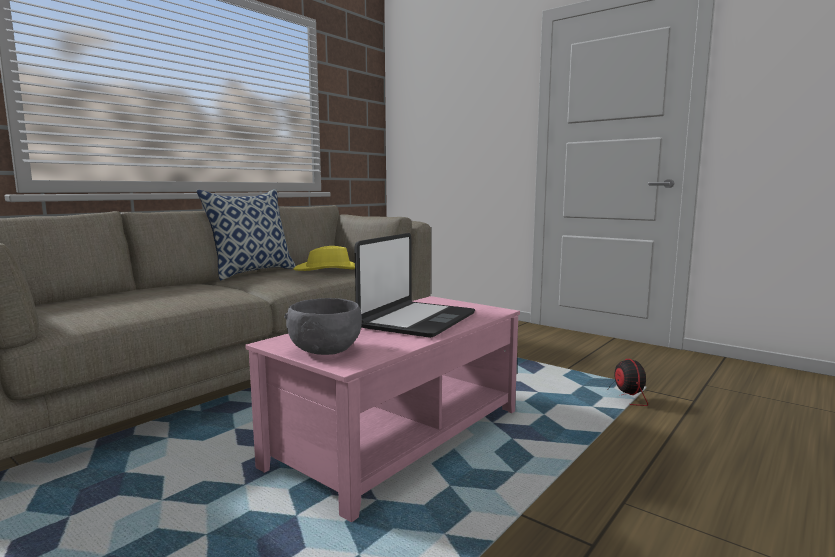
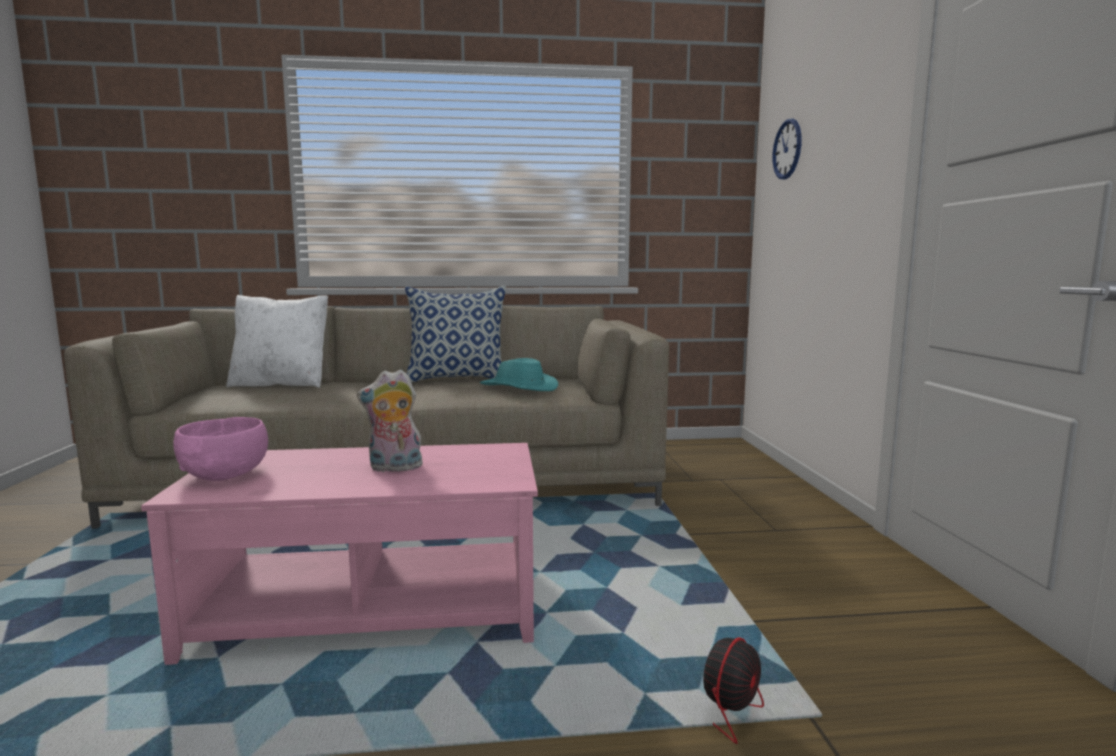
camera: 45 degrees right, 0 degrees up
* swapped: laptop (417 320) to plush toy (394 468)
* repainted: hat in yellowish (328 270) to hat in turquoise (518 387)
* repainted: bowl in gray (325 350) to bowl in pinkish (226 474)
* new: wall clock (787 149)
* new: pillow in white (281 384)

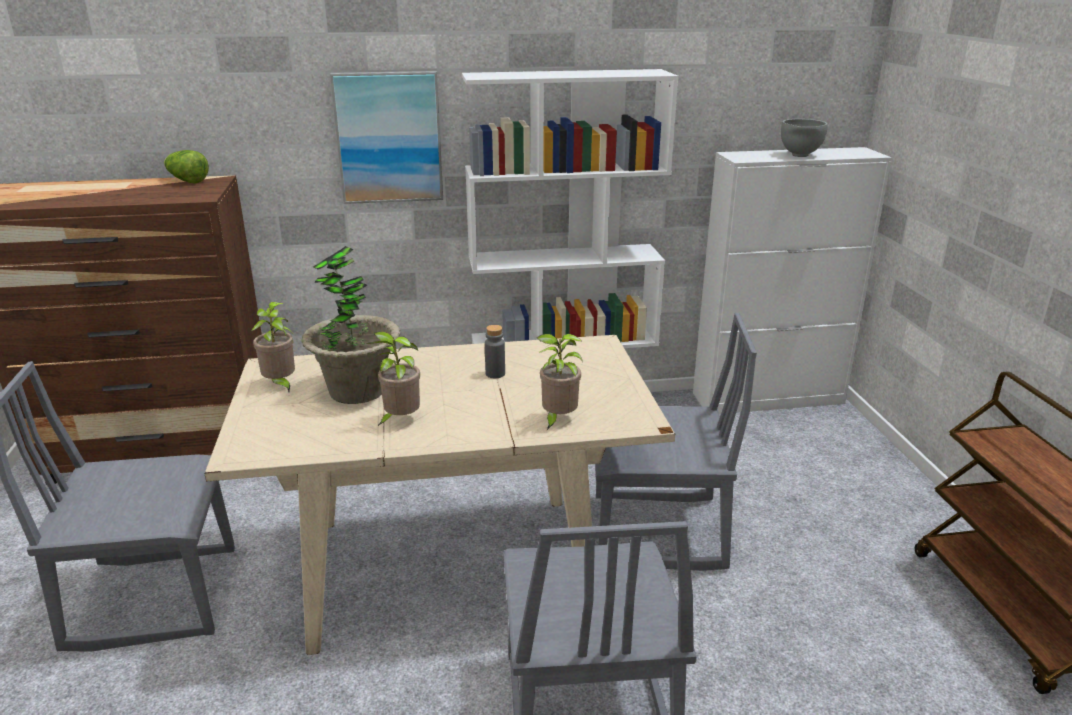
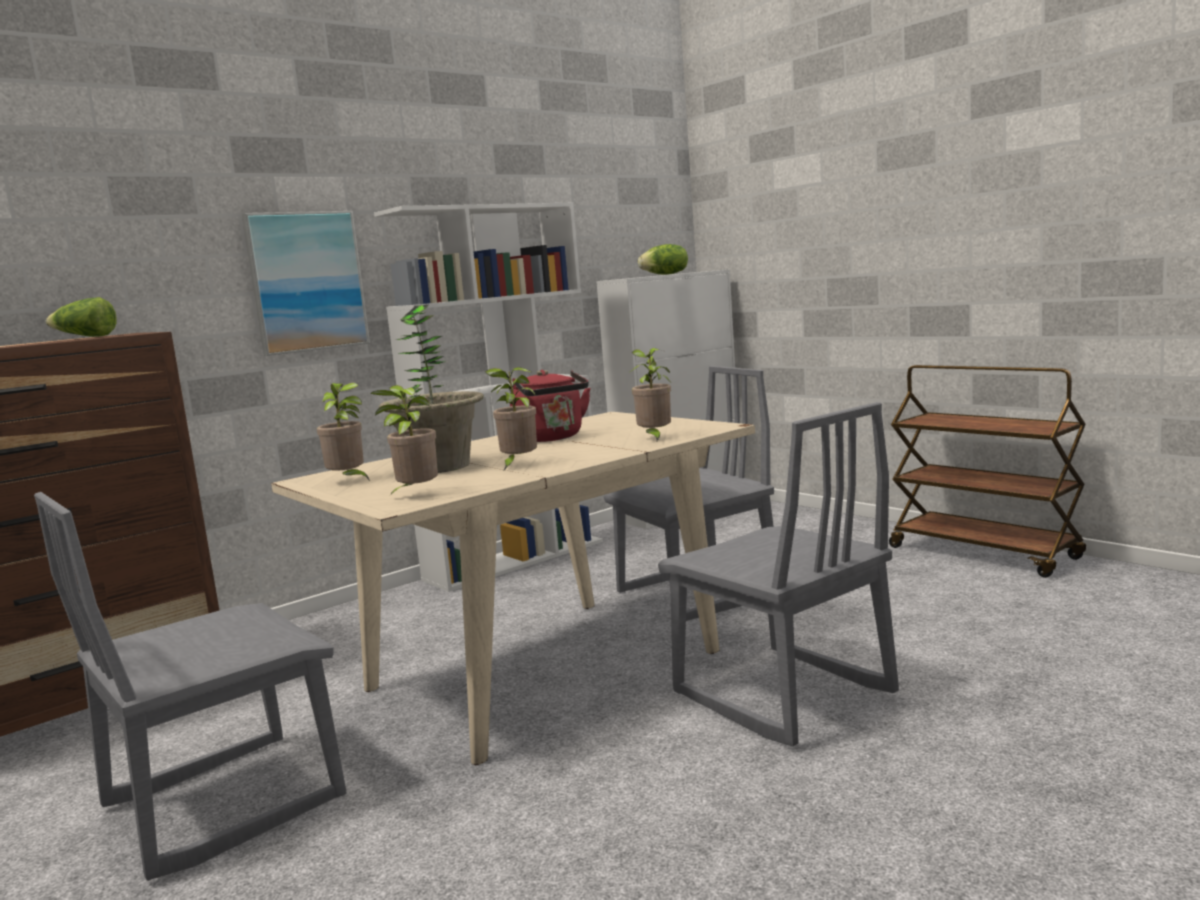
camera: 30 degrees left, 15 degrees down
* swapped: bowl in gray (800 156) to lettuce (665 274)
* swapped: beverage bottle in gray (495 374) to kettle in reddish (551 438)
* new: plant in a pot (415 495)

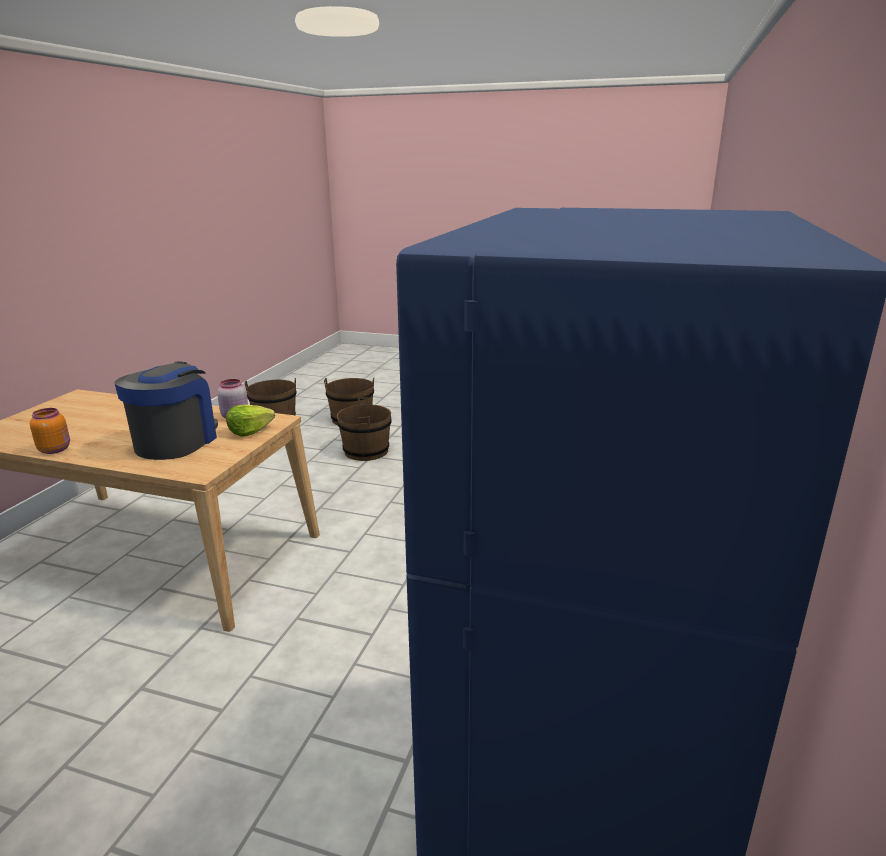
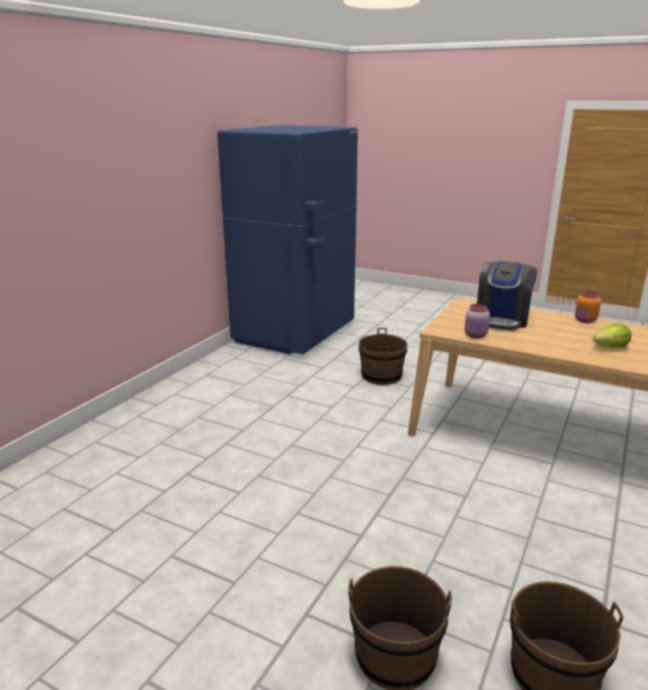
camera: 170 degrees left, 0 degrees up
* shifted: bucket in brown (366 451) to (381 376)
* shifted: lettuce (249 431) to (610 347)

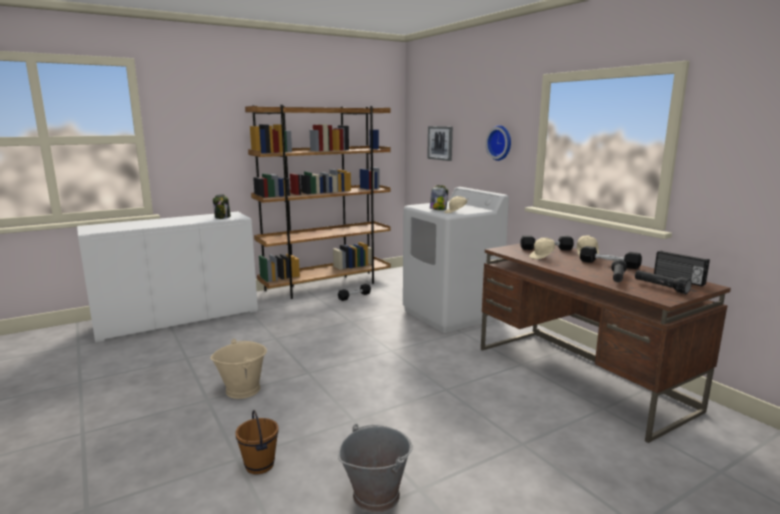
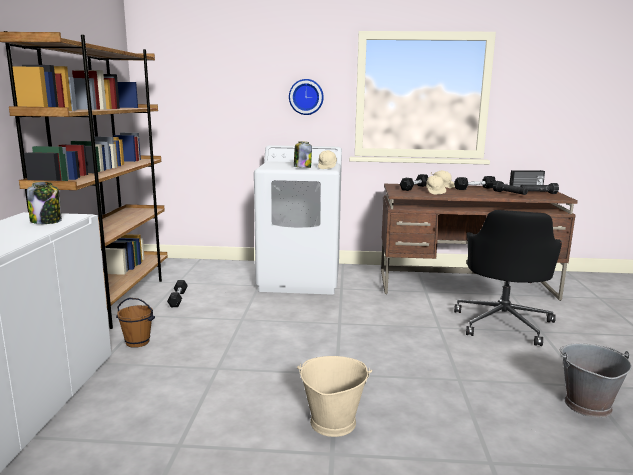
camera: 55 degrees left, 0 degrees up
* gone: wall art (440 143)
* shifted: bucket in brown (259 465) to (137 342)
* new: desk chair in black-coloured (503 323)

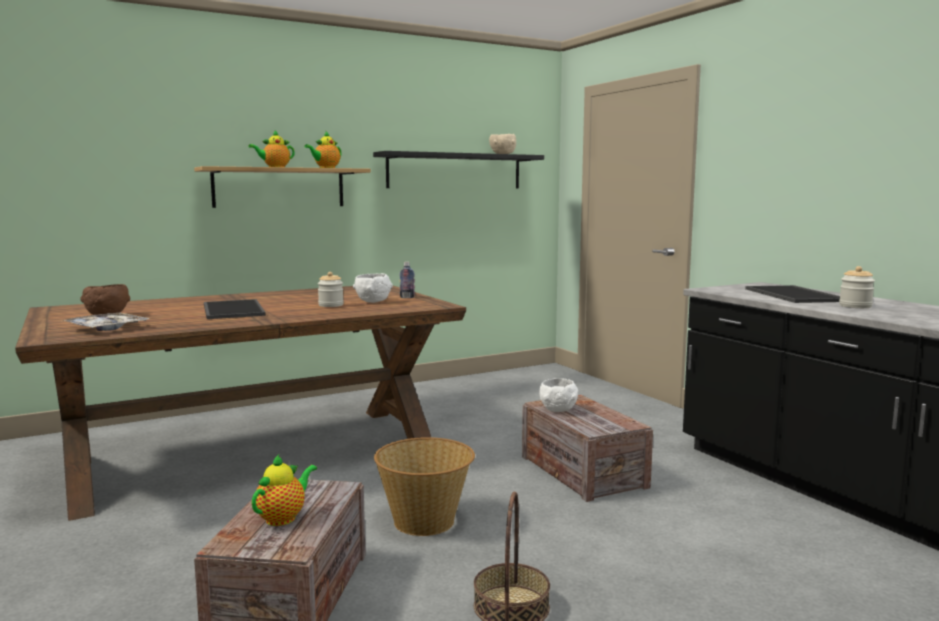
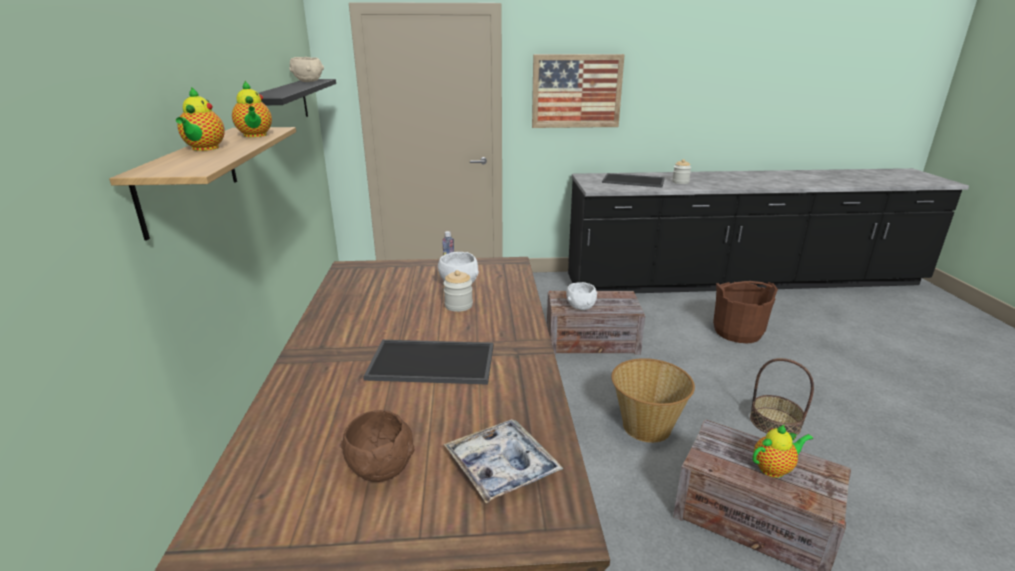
camera: 65 degrees left, 15 degrees up
* rotated: pot for tea (283 517) = (774 468) 105 degrees clockwise
* new: wall art (576 91)
* new: bucket in brown (737 332)

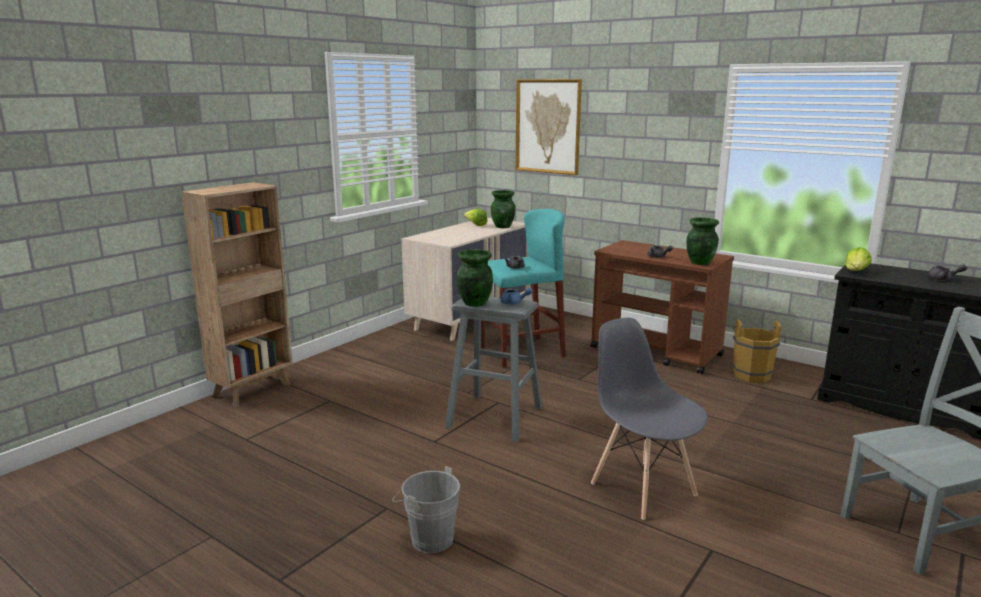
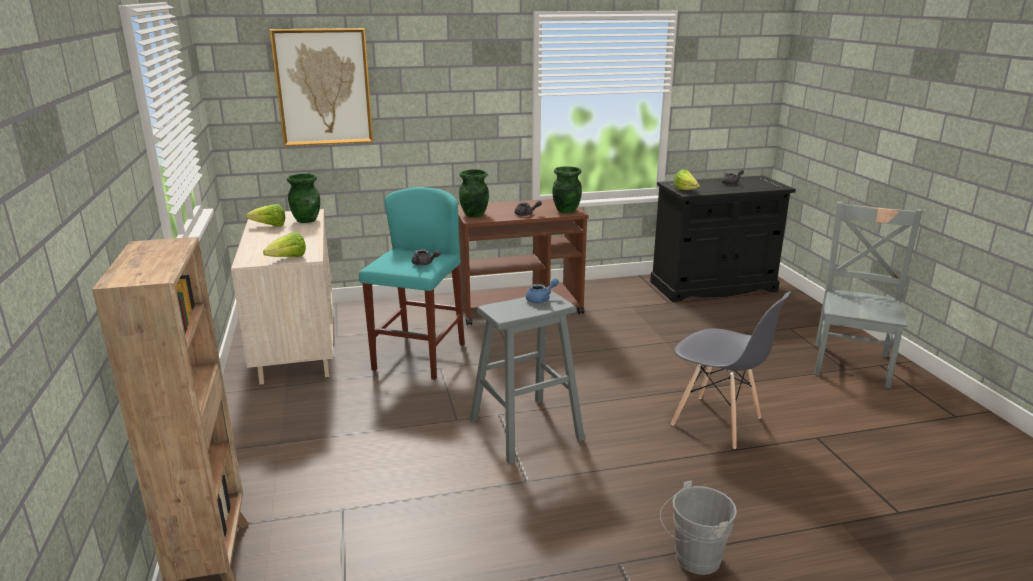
camera: 50 degrees left, 5 degrees up
* shifted: flower vase in greenish (474 303) to (474 215)
* rotated: chair in gray (643 488) = (717 422) 150 degrees counterclockwise
* gone: bucket in brown (751 374)
* new: lettuce (288 259)

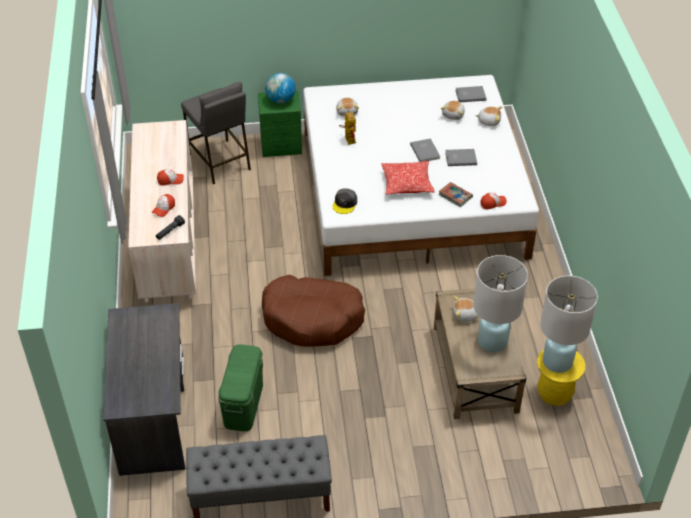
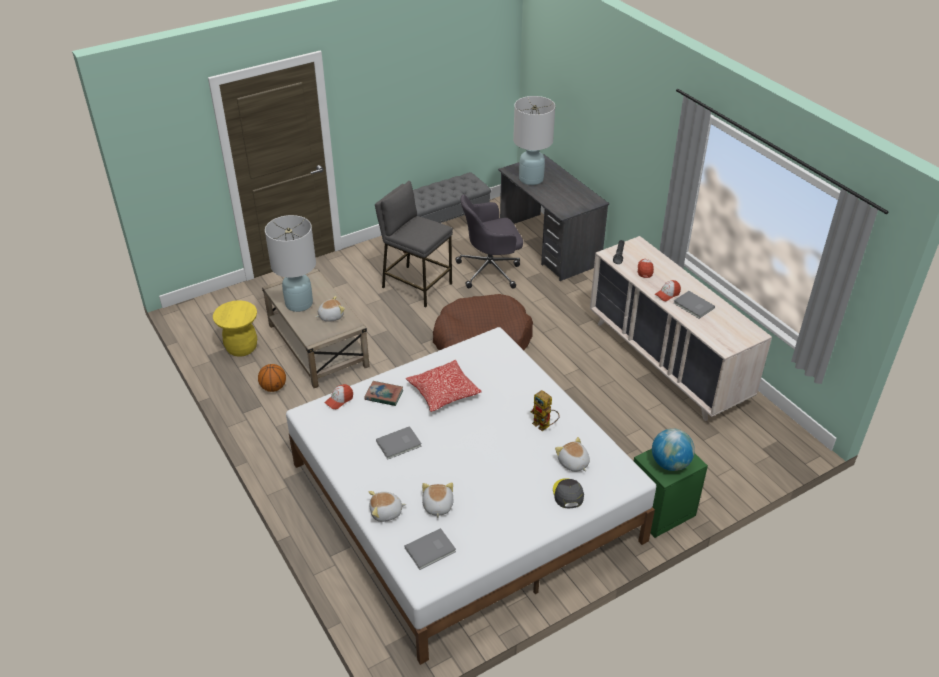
camera: 155 degrees right, 5 degrees down
* shifted: sitting stool in gray (219 162) to (416 285)
* shifted: book in gray (425 151) to (693 306)
* shifted: cap in gray (345 204) to (567 494)
* shifted: tabletop lamp in white (557 361) to (531 179)
* swapped: storage container in greenish (243 404) to desk chair in gray (490 270)
* new: basketball ball (273 388)

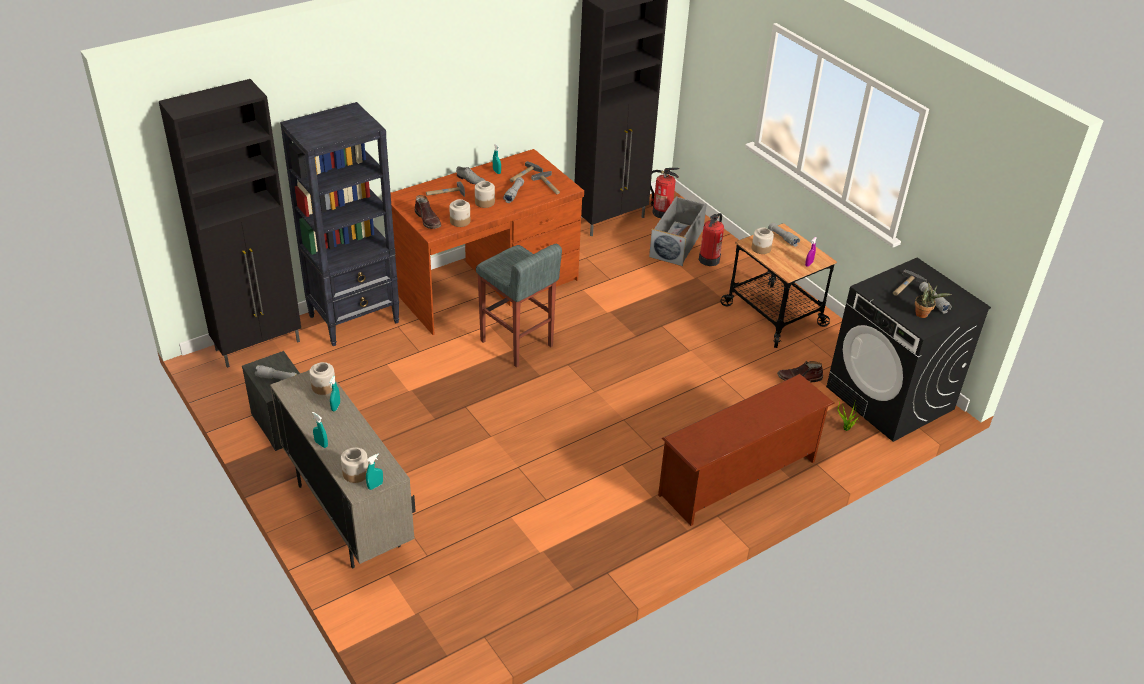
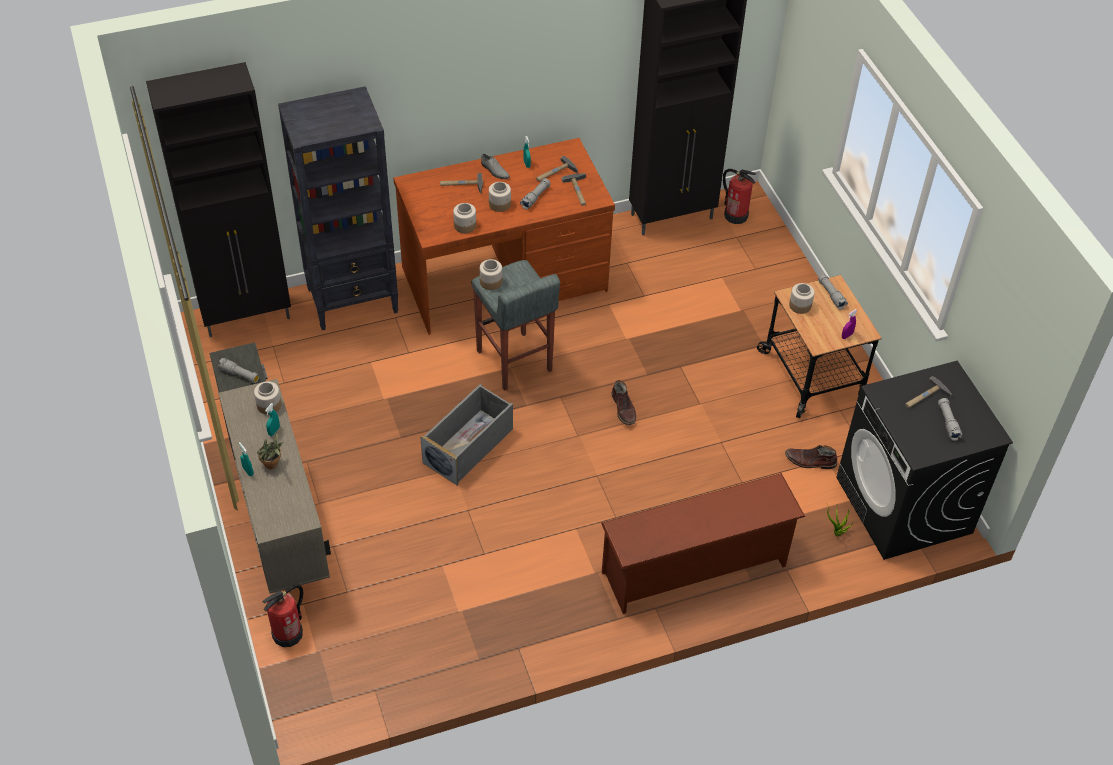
camera: 15 degrees right, 10 degrees up
* shifted: high-top boot in brown (428 220) to (624 409)
* shifted: storage container in gray (677 243) to (469 445)
* shifted: fire extinguisher (709 259) to (288 633)
* shifted: plant in a pot (923 314) to (273 464)
* shifted: preserve jar (355 474) to (491 282)
* gone: spray bottle in turquoise (375 486)

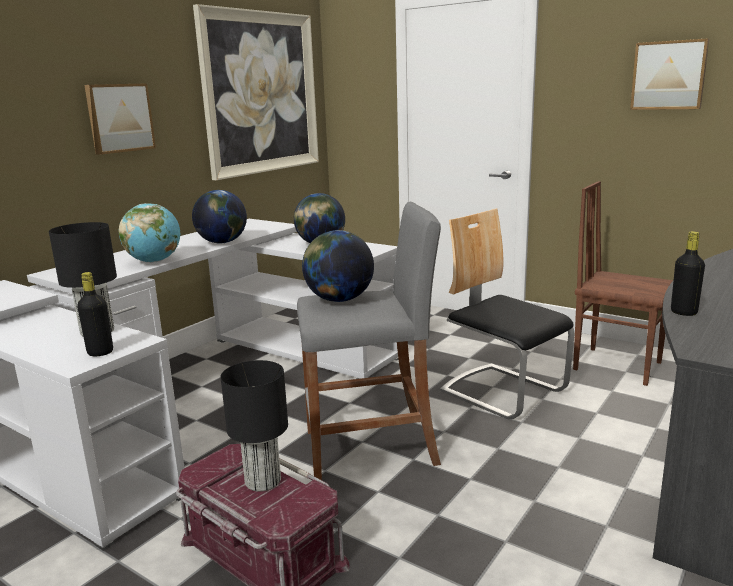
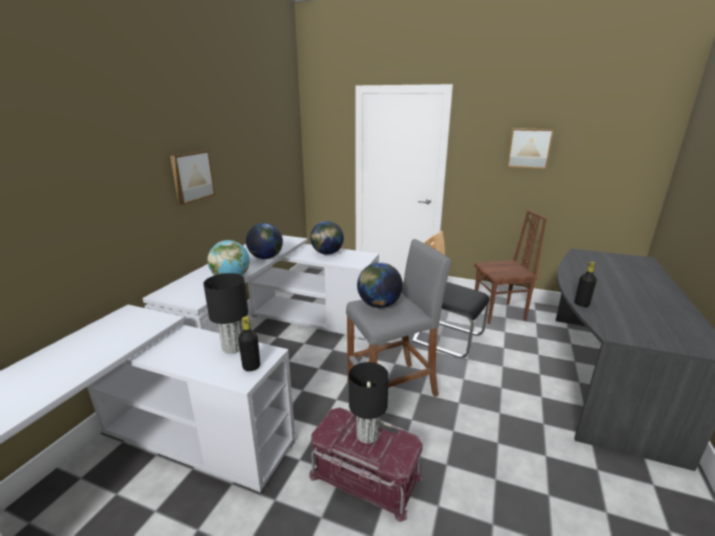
camera: 15 degrees left, 5 degrees up
* gone: wall art (261 93)
* rotated: chair in brown (617 365) = (499 314) 150 degrees clockwise

